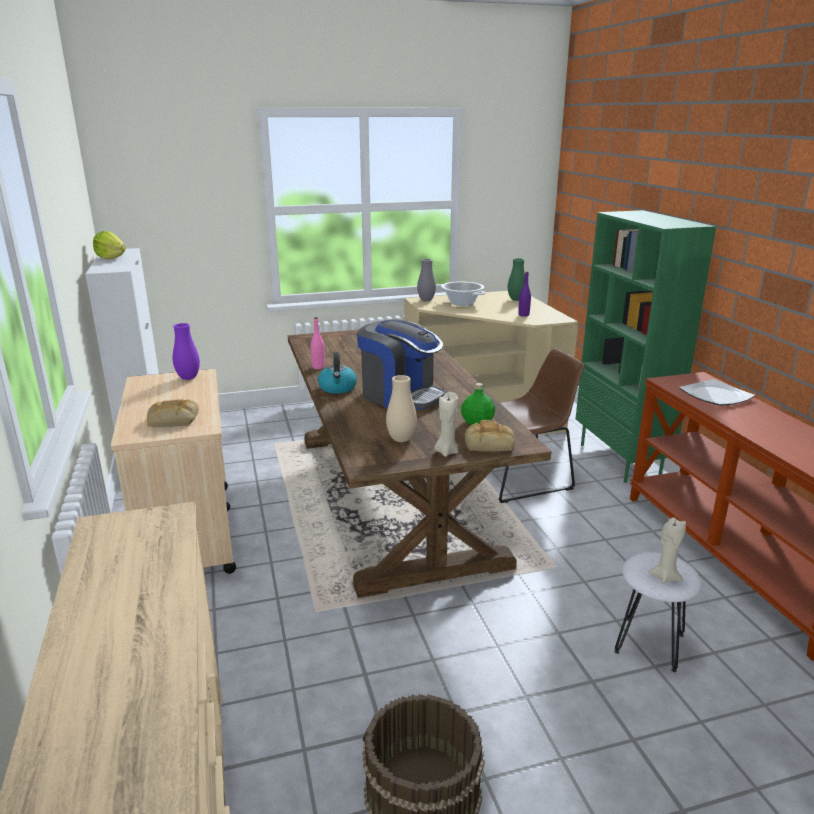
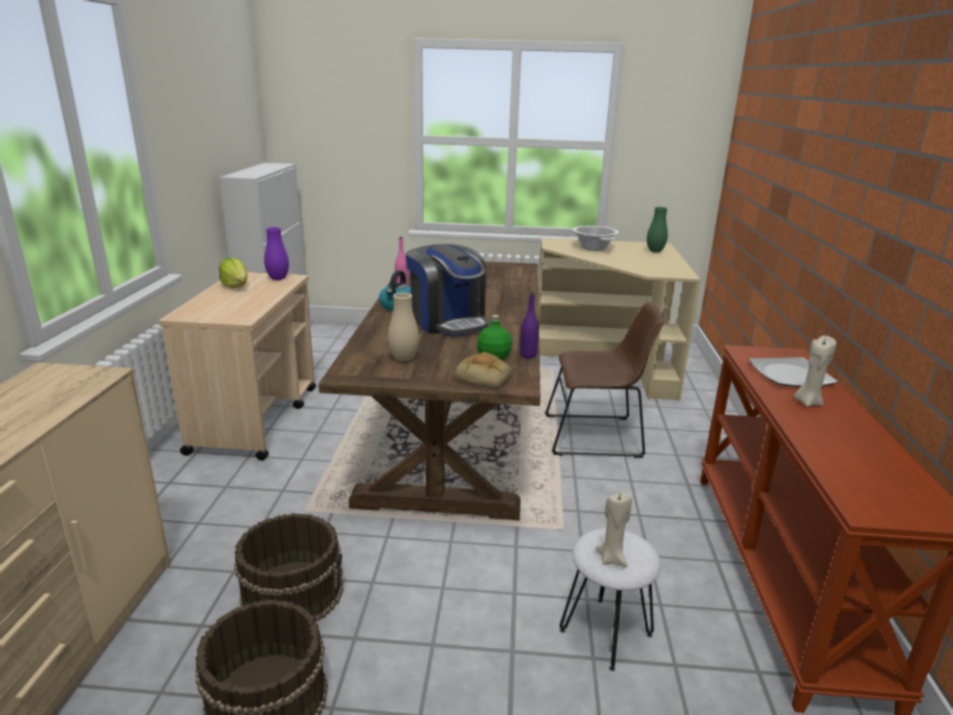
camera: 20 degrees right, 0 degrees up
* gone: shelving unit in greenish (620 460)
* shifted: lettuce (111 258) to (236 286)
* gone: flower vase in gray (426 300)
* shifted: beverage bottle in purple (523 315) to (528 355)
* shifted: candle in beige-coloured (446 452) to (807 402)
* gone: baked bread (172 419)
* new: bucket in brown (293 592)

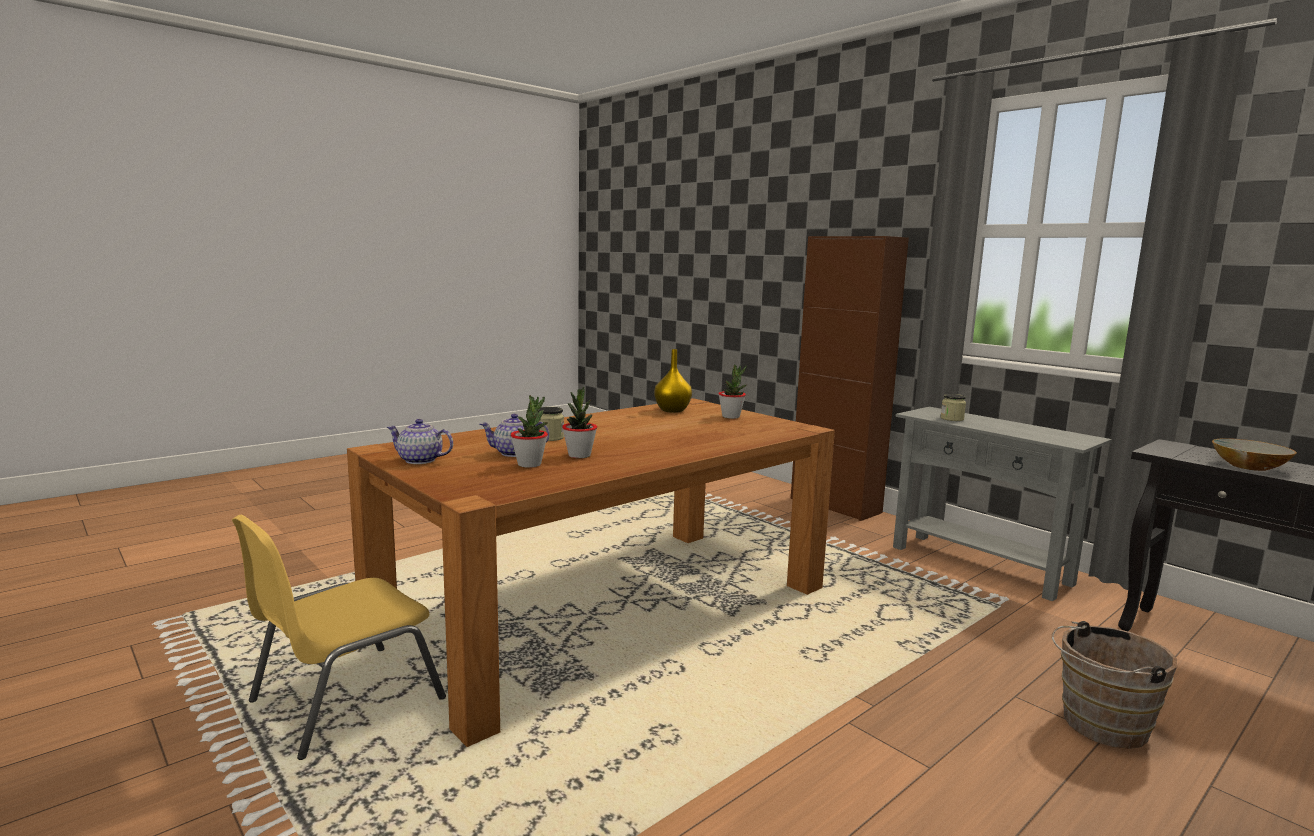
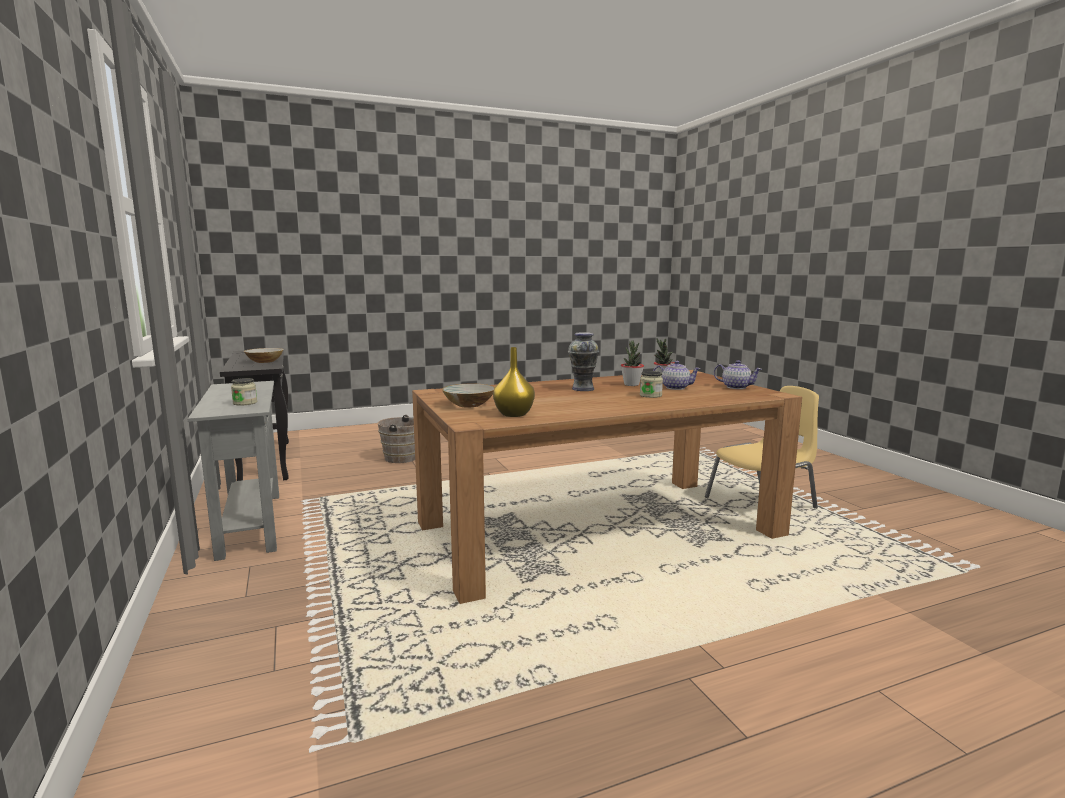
camera: 160 degrees left, 0 degrees up
* gone: cabinet in brown (835 505)
* swapped: plant in a pot (731 416) to bowl (469 404)
* new: flower vase (583 389)

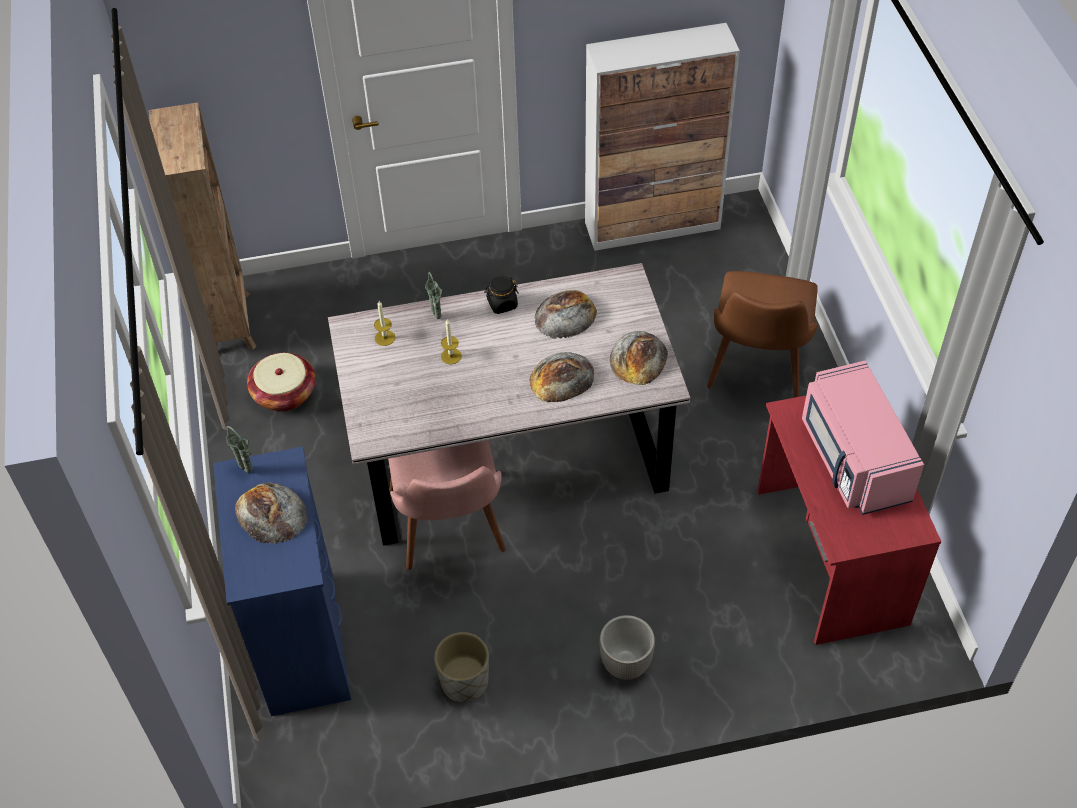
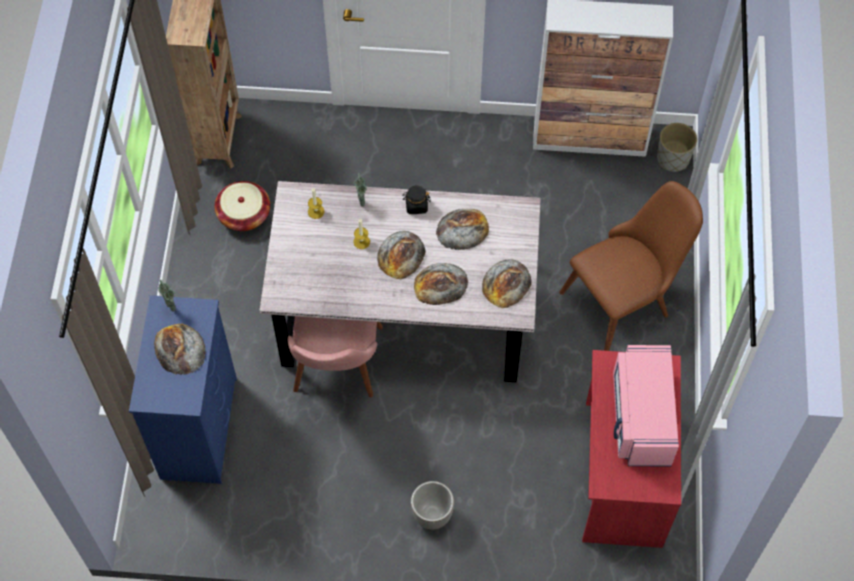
camera: 15 degrees right, 10 degrees up
* rotated: chair in brown (756 372) = (625 297) 150 degrees counterclockwise
* shifted: planter in gray (465 681) to (673 158)
* new: baked bread (401 254)

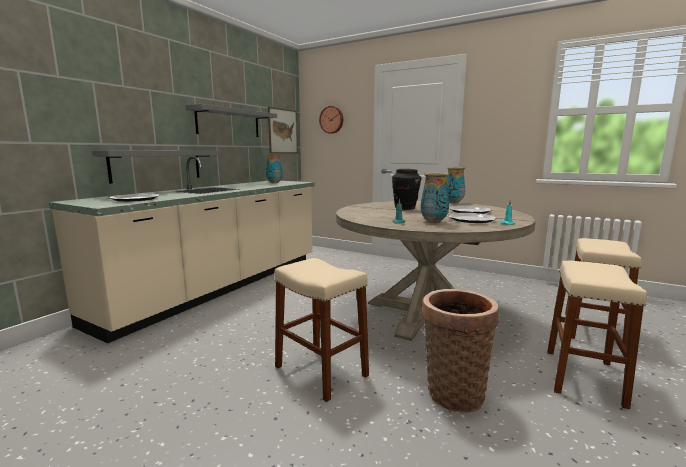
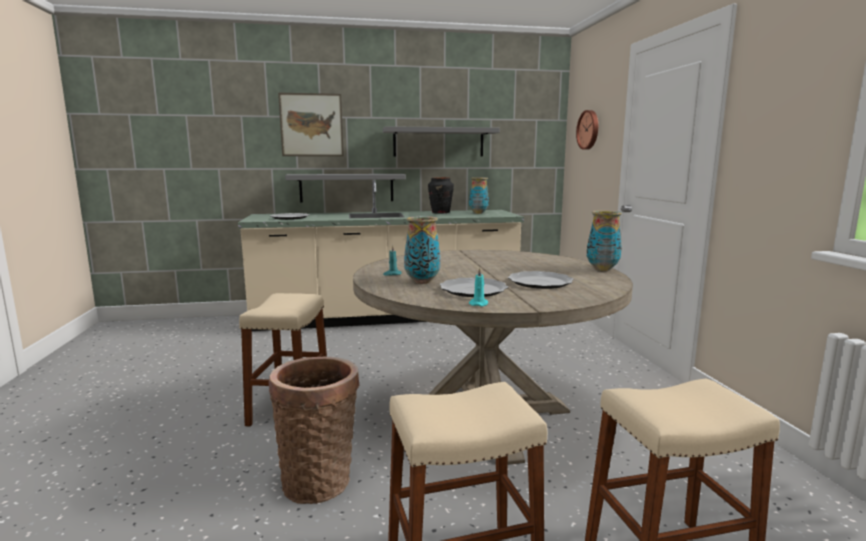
camera: 50 degrees right, 0 degrees up
* shifted: wall art (283 131) to (311 125)
* shifted: flower vase in black-coloured (405 208) to (440 212)

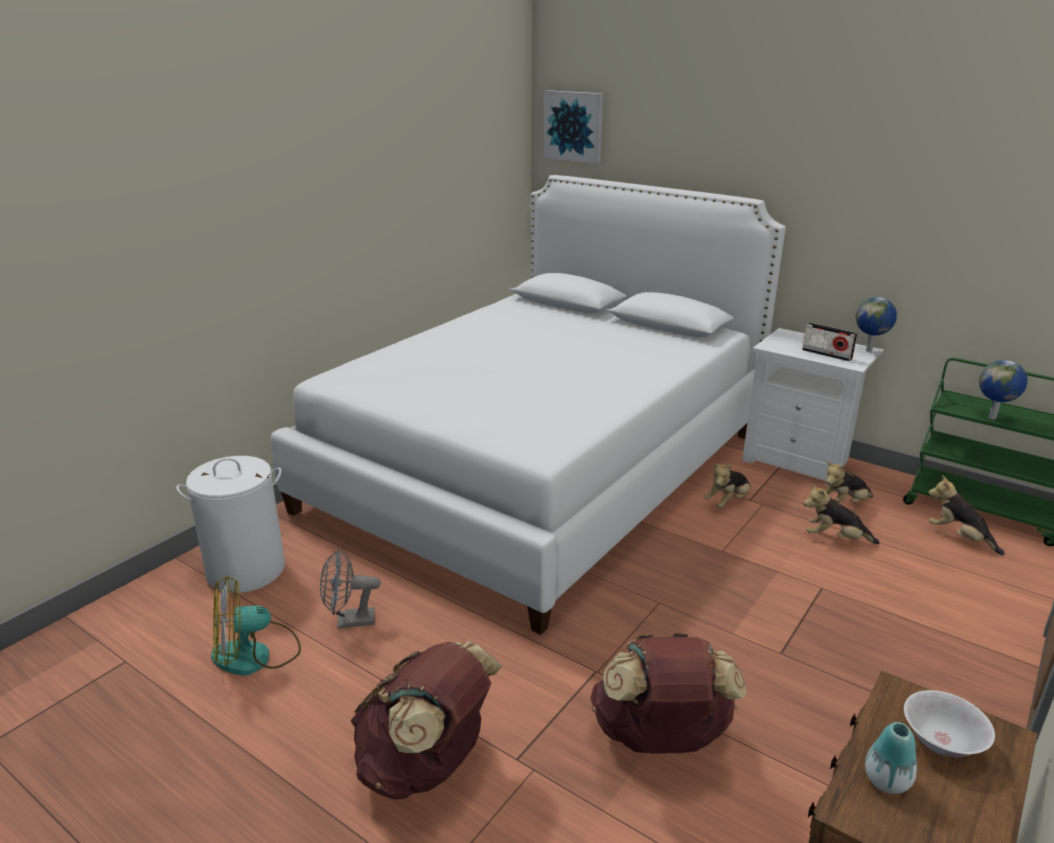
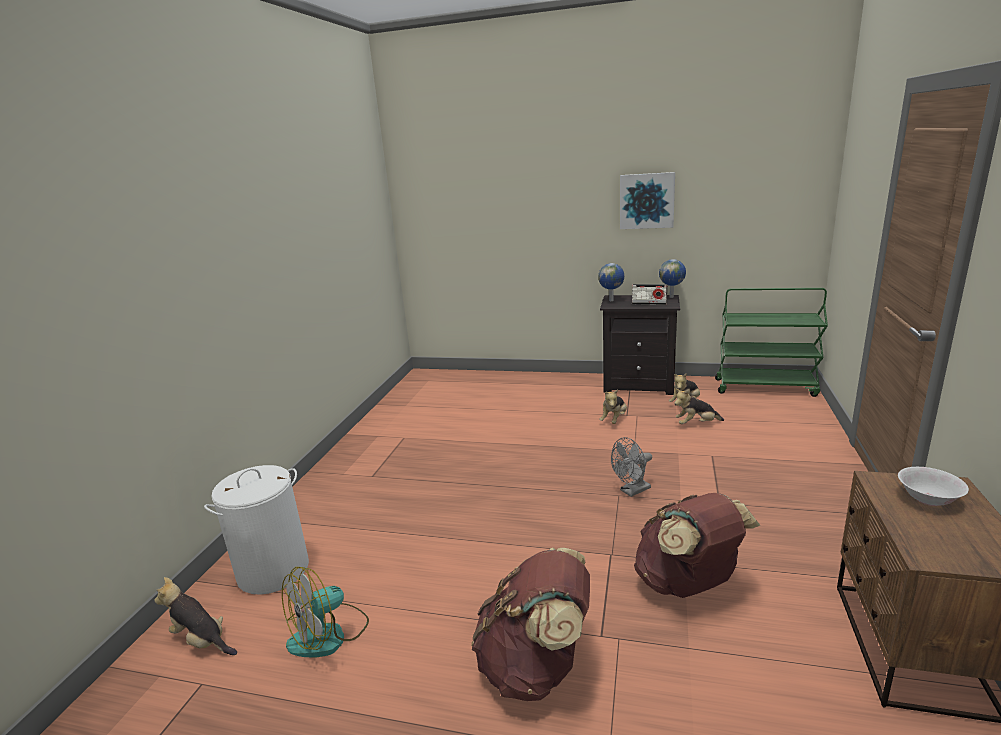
camera: 20 degrees left, 5 degrees down
* shifted: wall art (574 126) to (646 201)
* gone: bed in white (540 470)
* repainted: nightstand in white (799 461) to nightstand in black-coloured (639 384)
* shifted: globe (993 418) to (611 300)
* shifted: plush toy (959 537) to (202 641)
* shifted: cooling fan in gray (349 621) to (632 491)
* gone: flower vase (886 781)

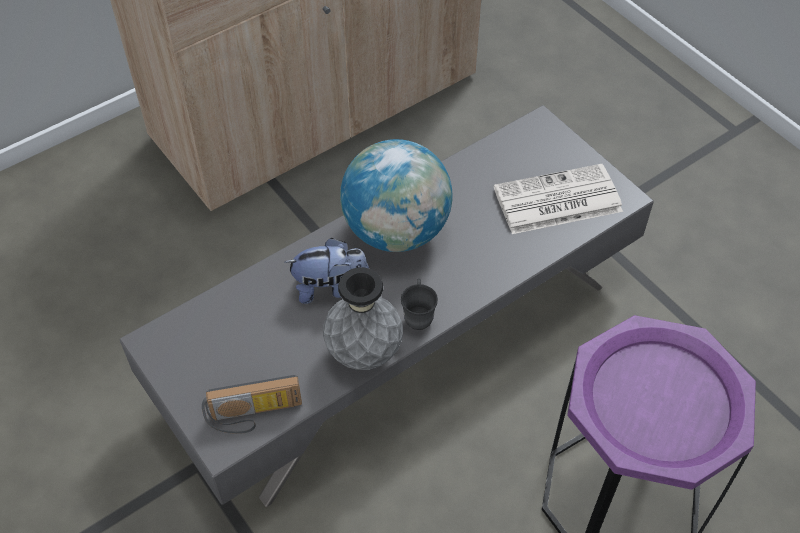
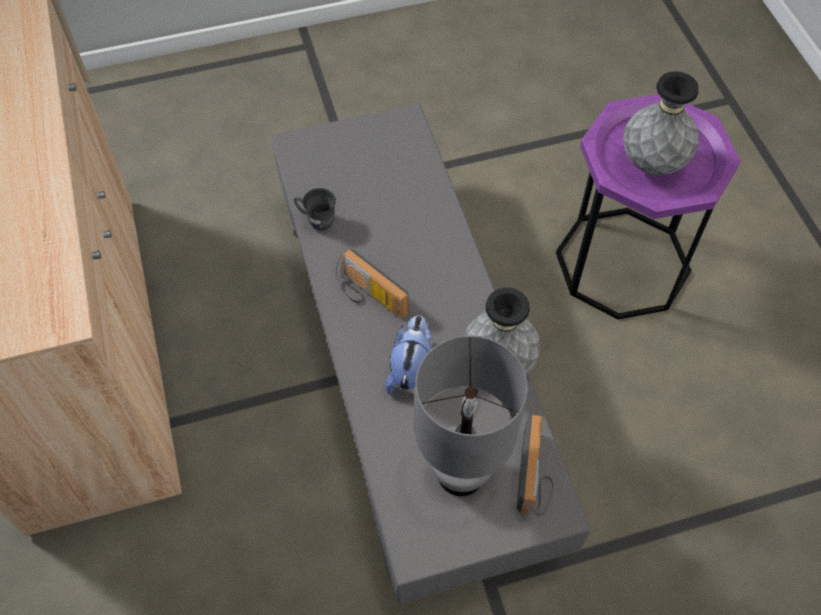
camera: 70 degrees left, 5 degrees up
* swapped: globe (396 231) to radio set (368 296)
* gone: daily paper (556 201)
* shifted: tea mug in gray (418 315) to (316 220)
* new: flower vase in gray (652 164)
* new: tabletop lamp in gray (460 475)

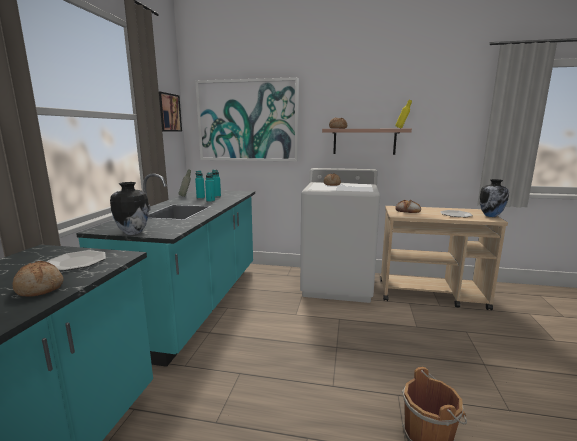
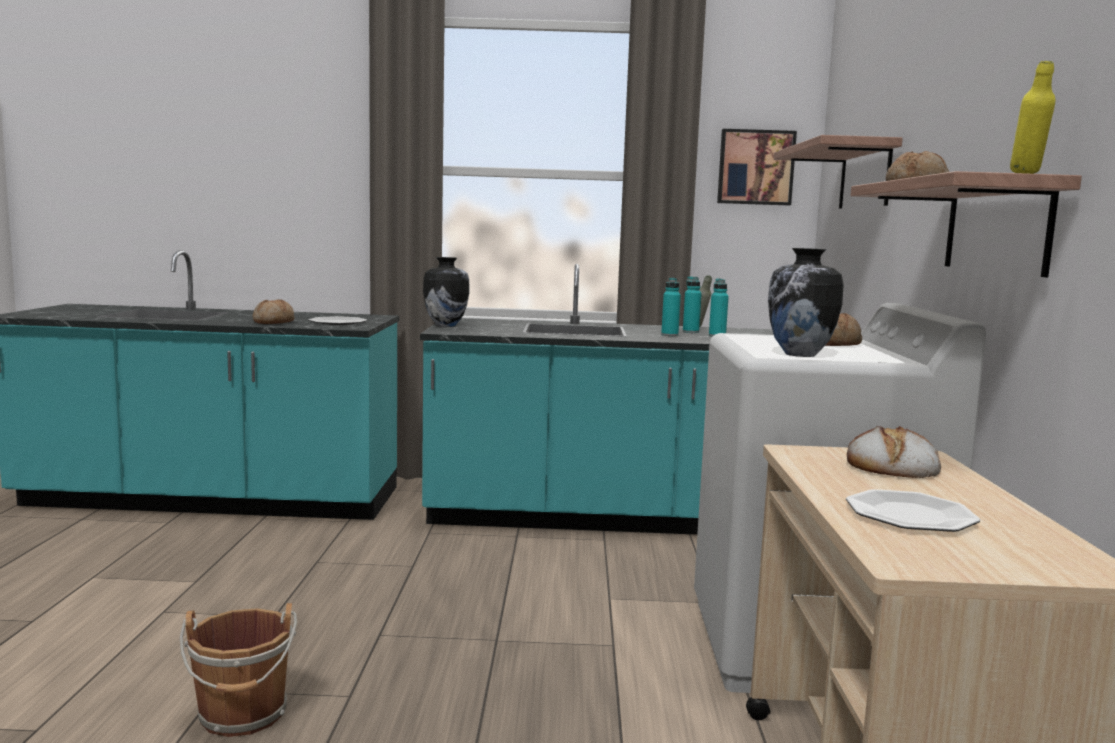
camera: 80 degrees right, 5 degrees down
* swapped: wall art (247 121) to bracket shelf (864 177)
* shifted: flower vase (491 216) to (800 354)

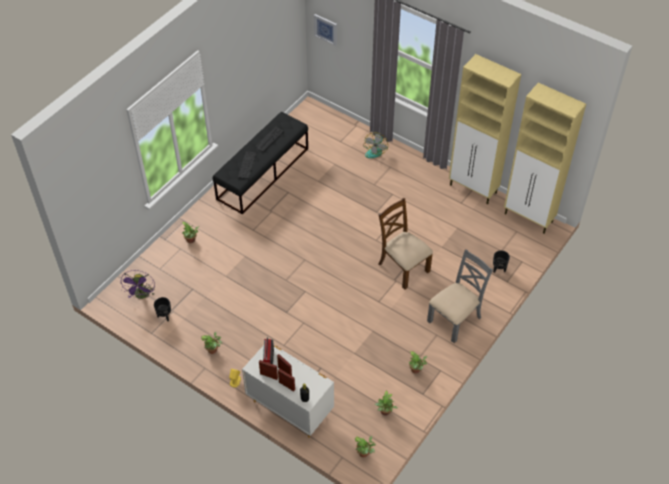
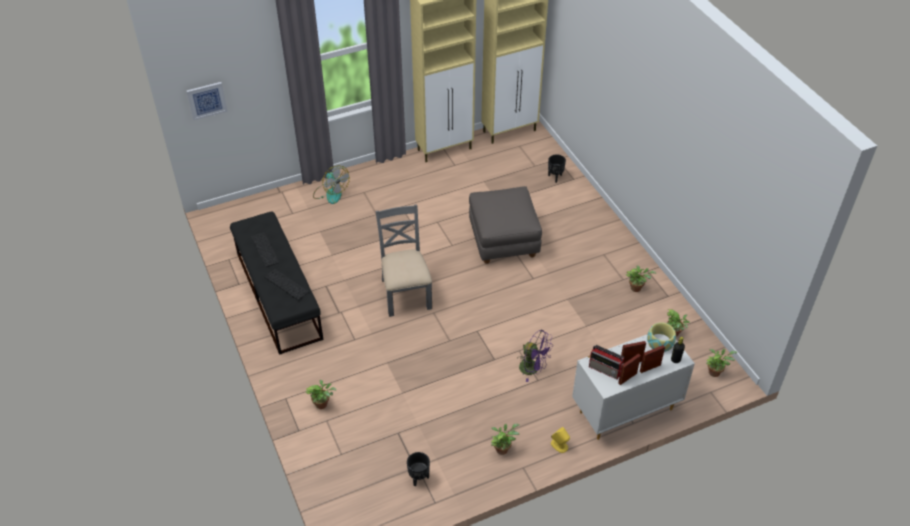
camera: 60 degrees left, 5 degrees down
* swapped: chair in brown (403 267) to footrest in gray (503 241)
* shifted: chair in gray (455 319) to (405 293)
* shifted: cooling fan in purple (142 296) to (533 369)
* new: bowl (660 342)

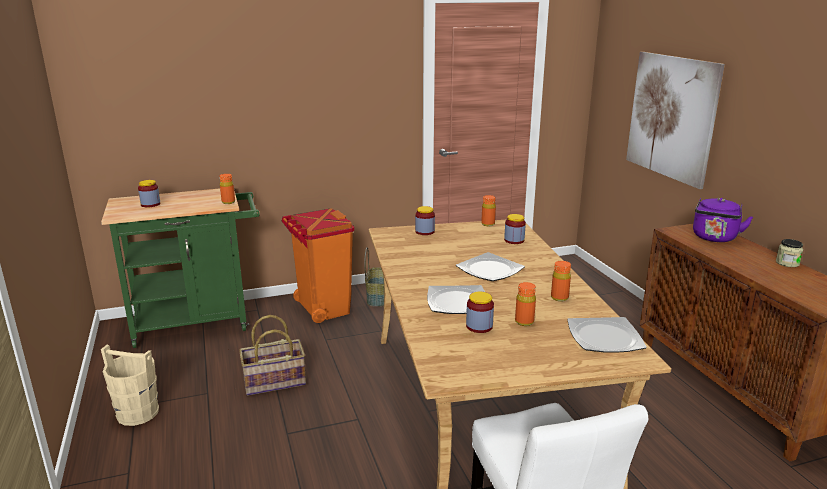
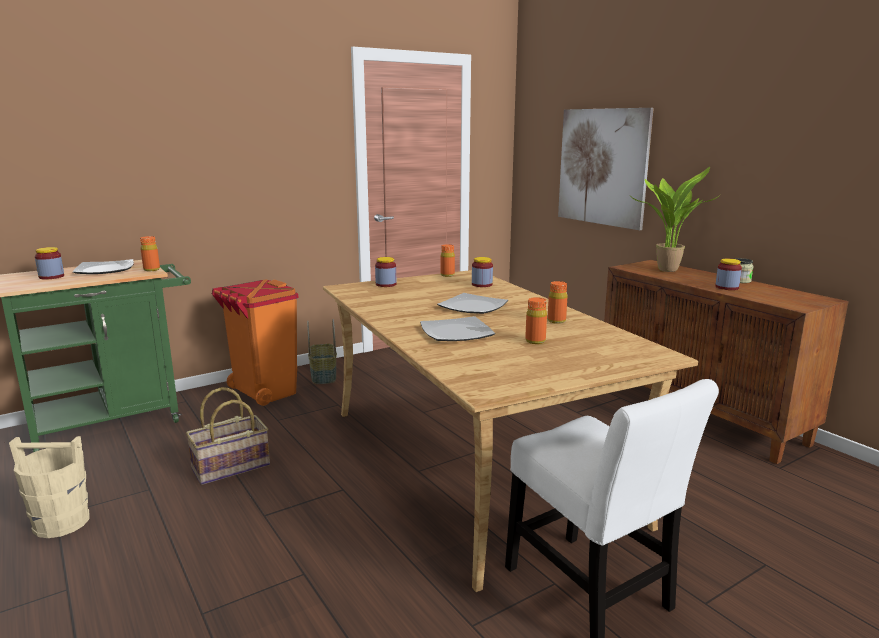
camera: 15 degrees left, 5 degrees down
* swapped: kettle in purple (714 238) to plant in a pot (666 269)
* shifted: preserve jar (479 326) to (727 287)
* shifted: plate (605 338) to (105 270)

